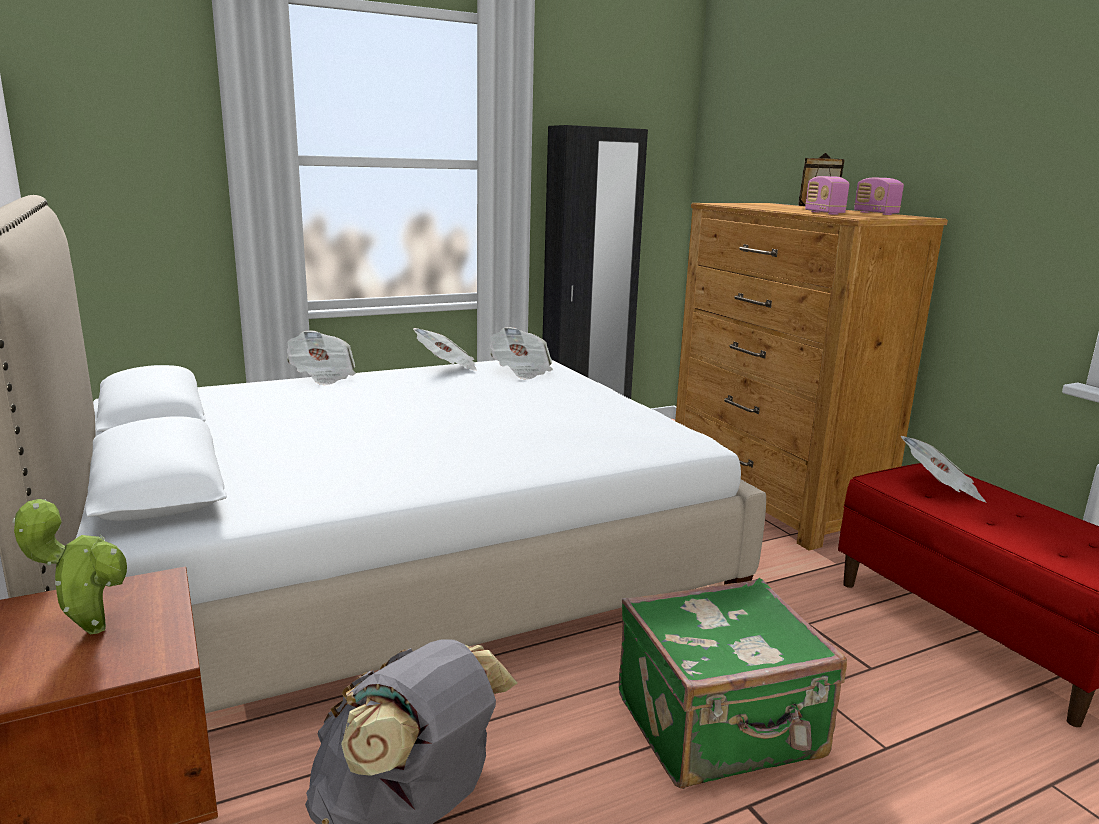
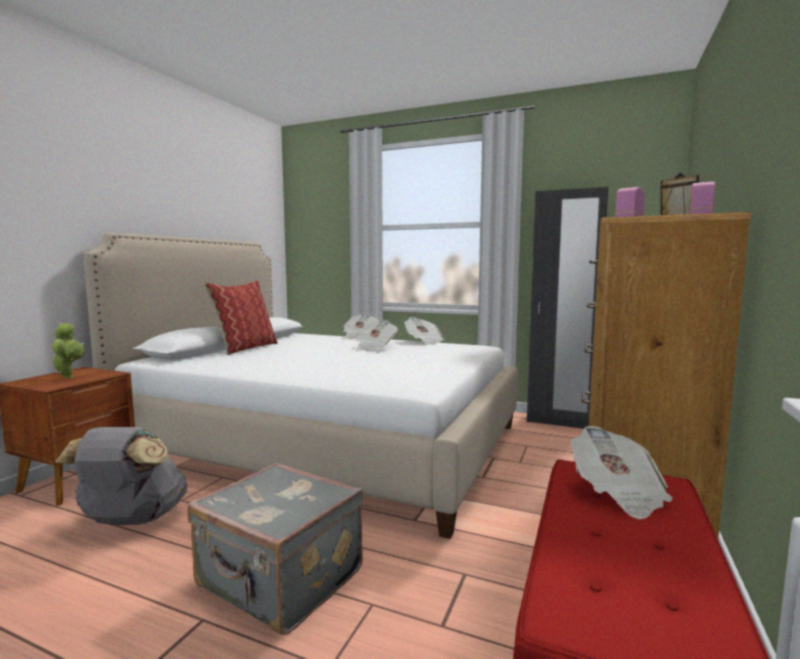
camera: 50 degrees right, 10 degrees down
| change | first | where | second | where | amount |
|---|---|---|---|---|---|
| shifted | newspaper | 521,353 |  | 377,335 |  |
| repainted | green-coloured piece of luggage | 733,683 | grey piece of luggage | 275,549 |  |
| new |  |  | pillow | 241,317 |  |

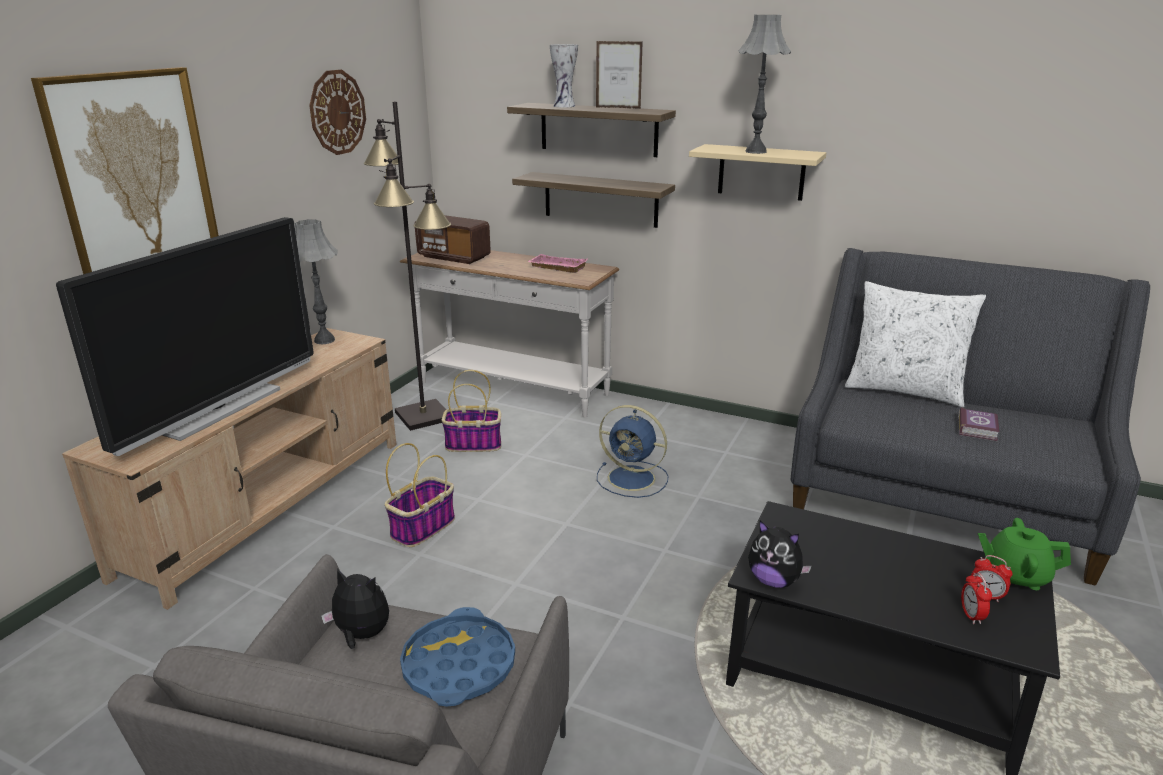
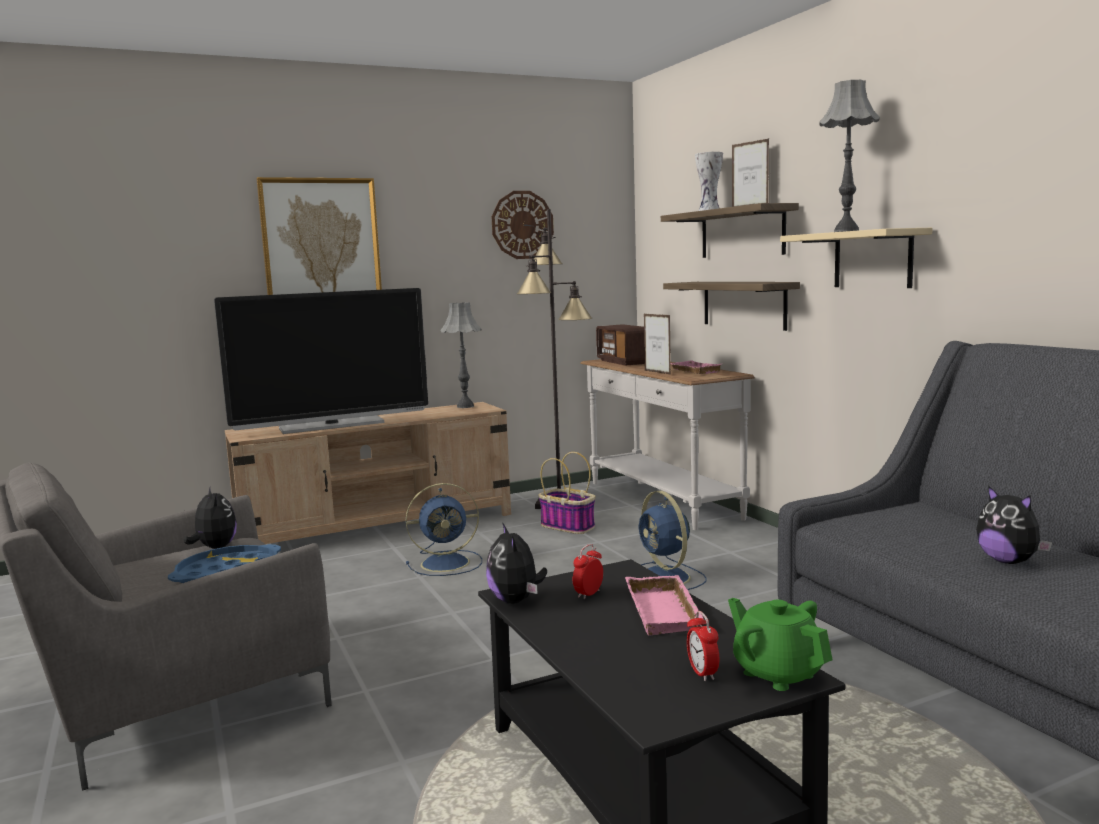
camera: 40 degrees right, 15 degrees down
| change | first | where | second | where | amount |
|---|---|---|---|---|---|
| gone | white pillow | 915,344 |  |  |  |
| swapped | bound book | 978,424 | cuddly toy | 1014,525 |  |
| swapped | storage basket | 420,495 | bluish cooling fan | 444,529 |  |
| shifted | table clock | 976,598 |  | 588,571 |  |
| new |  |  | standing frame | 657,344 |  |
| new |  |  | pink-coloured tray | 664,605 |  |

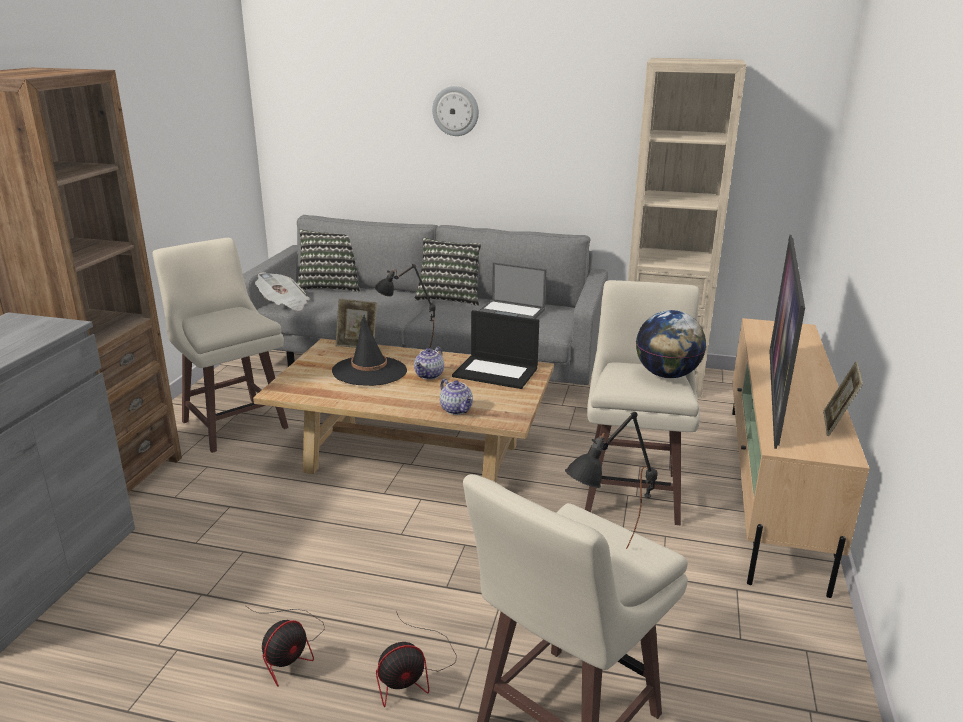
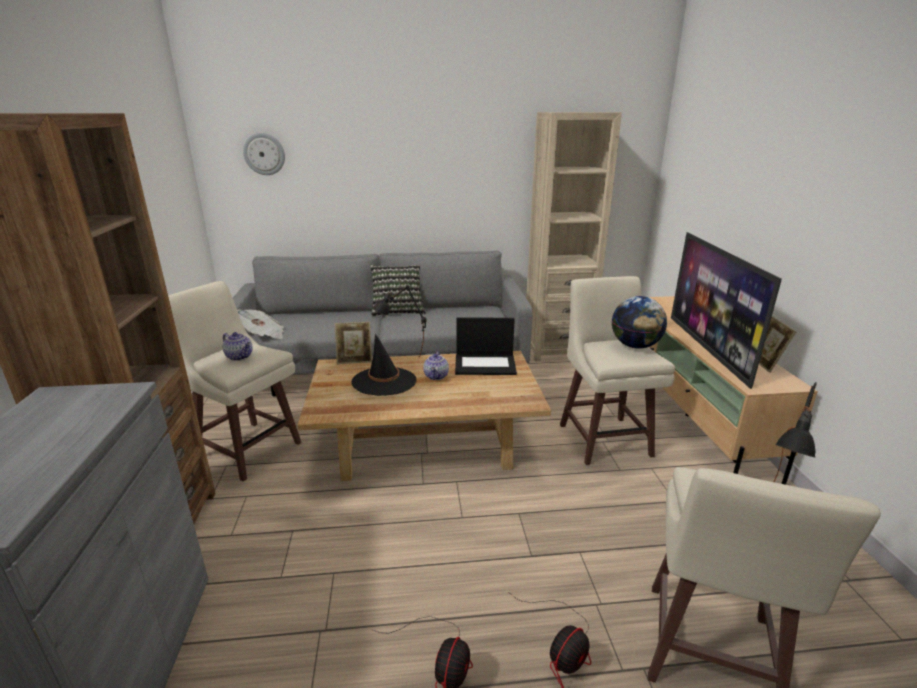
camera: 20 degrees left, 0 degrees up
| change | first | where | second | where | amount |
|---|---|---|---|---|---|
| shifted | clock on the wall | 455,111 |  | 264,154 |  |
| gone | pillow | 328,260 |  |  |  |
| gone | notebook computer | 513,290 |  |  |  |
| shifted | pot for tea | 456,397 |  | 238,346 |  |

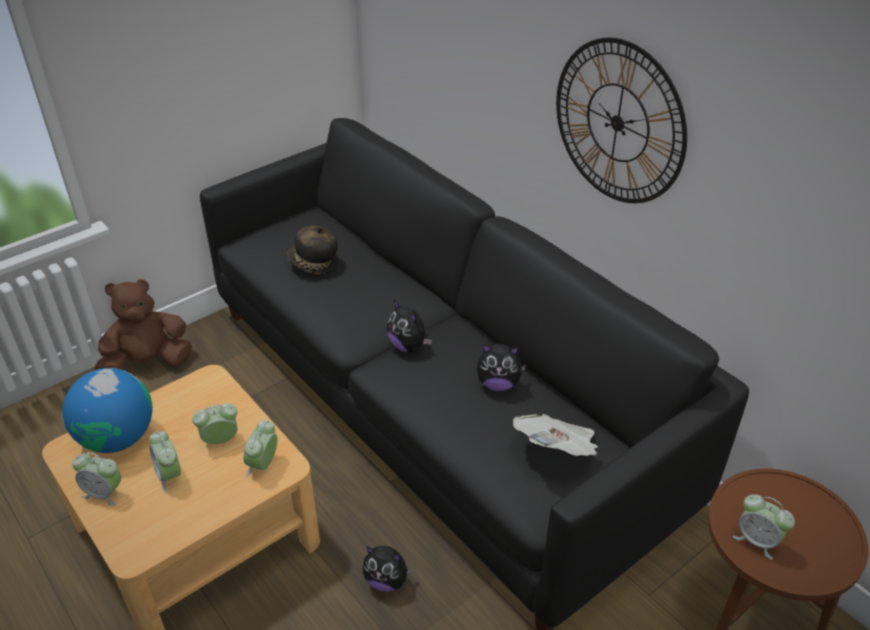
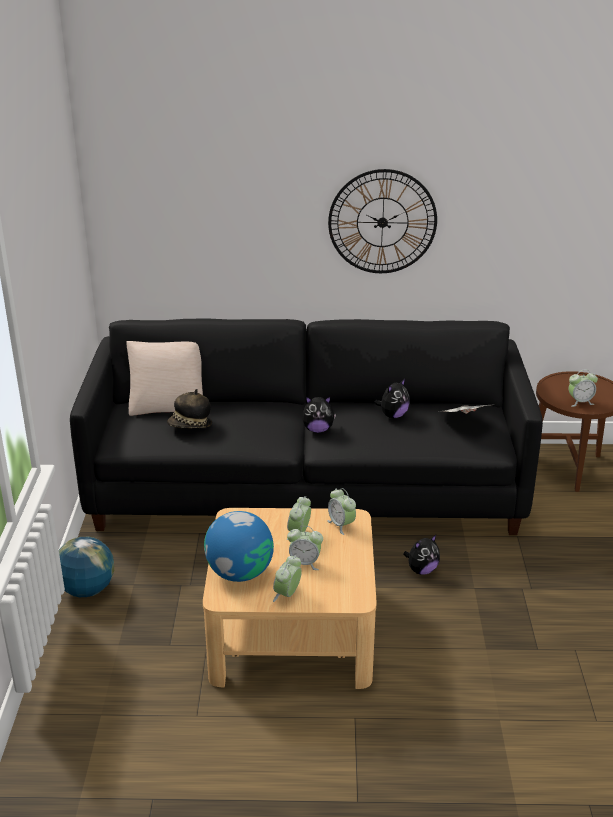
camera: 50 degrees left, 10 degrees down
| change | first | where | second | where | amount |
|---|---|---|---|---|---|
| swapped | brownish cuddly toy | 143,324 | desk globe | 86,567 |  |
| rotated | table clock | 96,479 |  | 287,579 | 150 degrees clockwise |
| new |  |  | beige-coloured pillow | 164,378 |  |

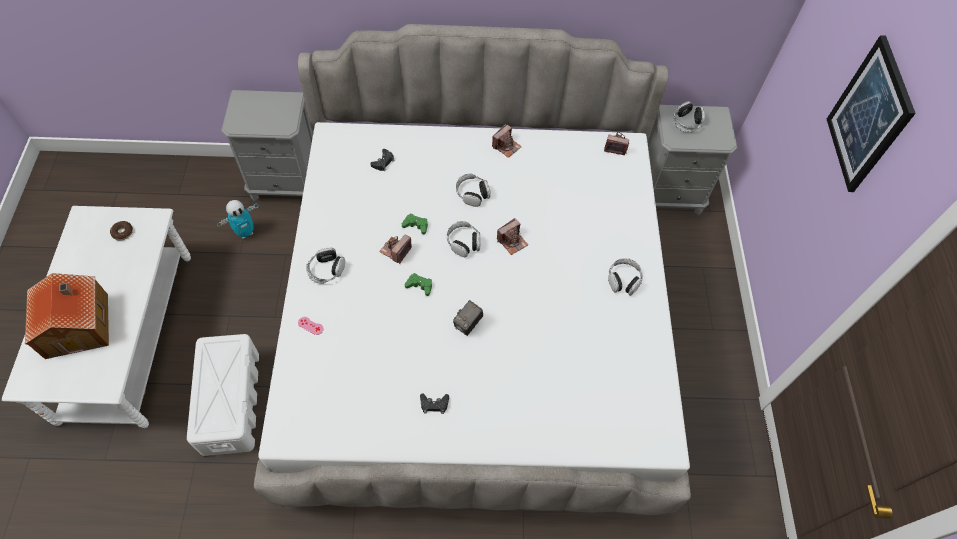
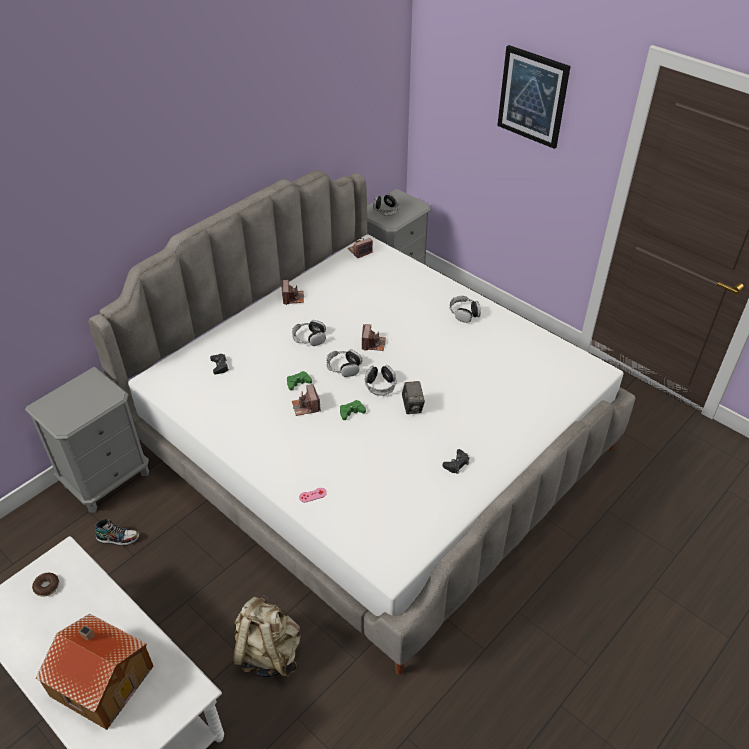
camera: 45 degrees left, 15 degrees down
| change | first | where | second | where | amount |
|---|---|---|---|---|---|
| swapped | robot figure | 238,219 | shoe | 117,532 |  |
| shifted | headphones | 325,265 |  | 381,380 |  |
| swapped | white storage bin | 223,395 | beige-coloured backpack | 266,637 |  |

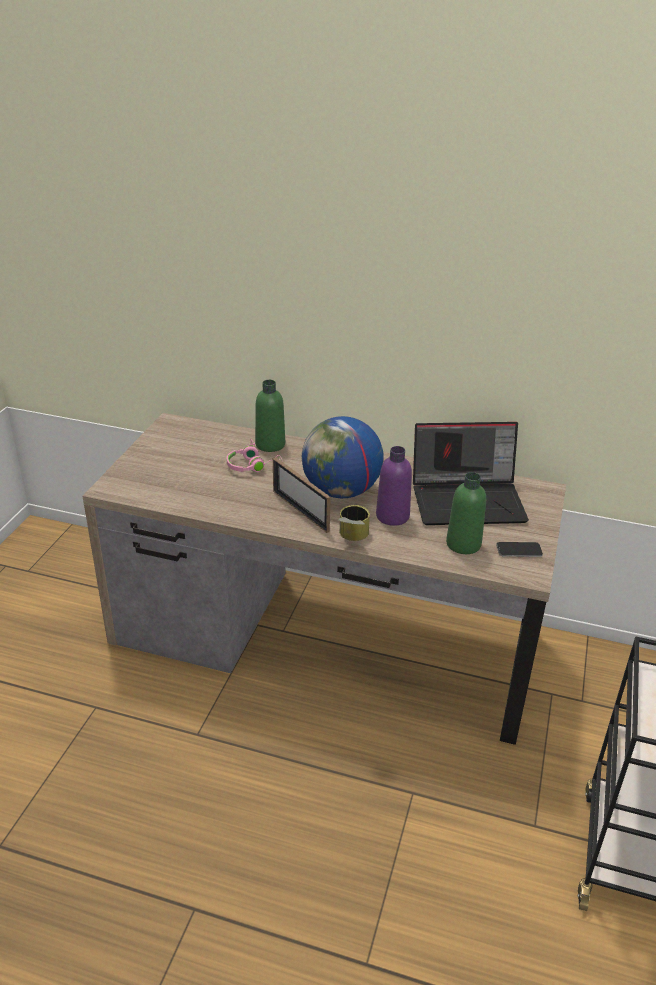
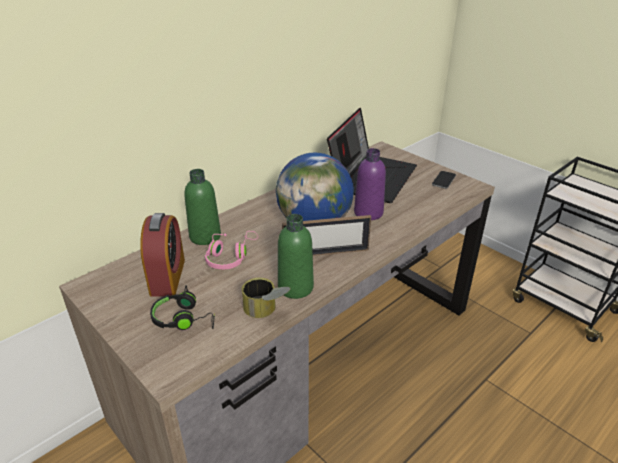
camera: 60 degrees left, 0 degrees up
| change | first | where | second | where | amount |
|---|---|---|---|---|---|
| shifted | green-coloured bottle | 466,513 |  | 296,256 |  |
| shifted | metal can | 354,523 |  | 266,298 |  |
| new |  |  | table clock | 162,255 |  |
| new |  |  | blackish headphones | 182,307 |  |

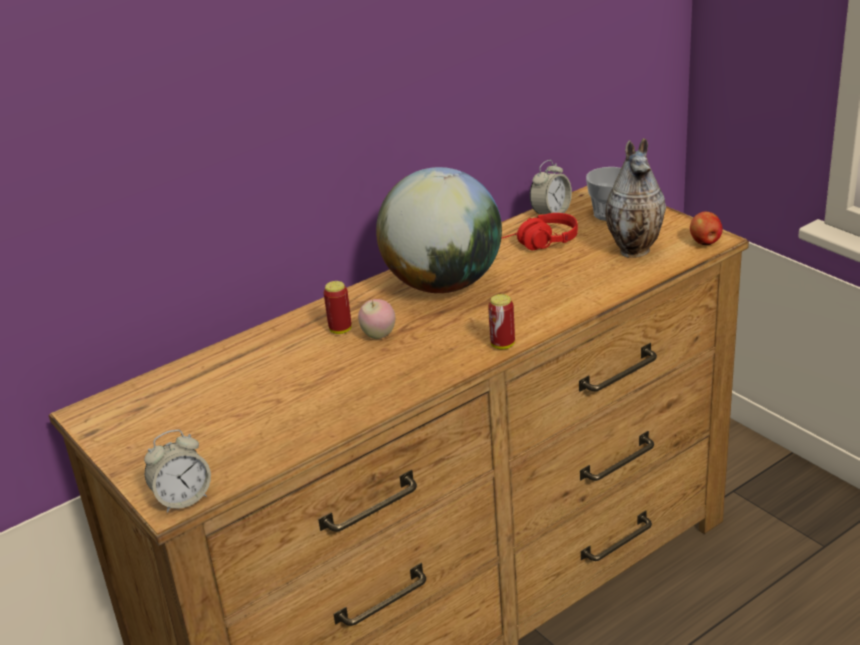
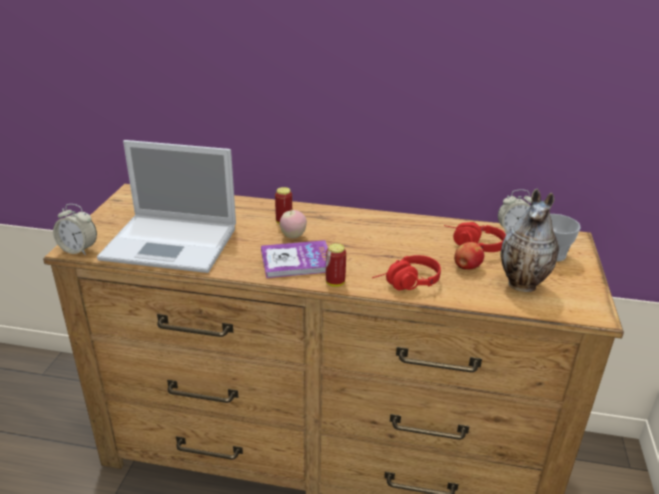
camera: 45 degrees right, 0 degrees up
| change | first | where | second | where | amount |
|---|---|---|---|---|---|
| gone | desk globe | 439,230 |  |  |  |
| shifted | whole apple | 706,228 |  | 469,256 |  |
| new |  |  | notebook computer | 166,206 |  |
| new |  |  | bound book | 294,259 |  |
| new |  |  | red-coloured headphones | 406,272 |  |

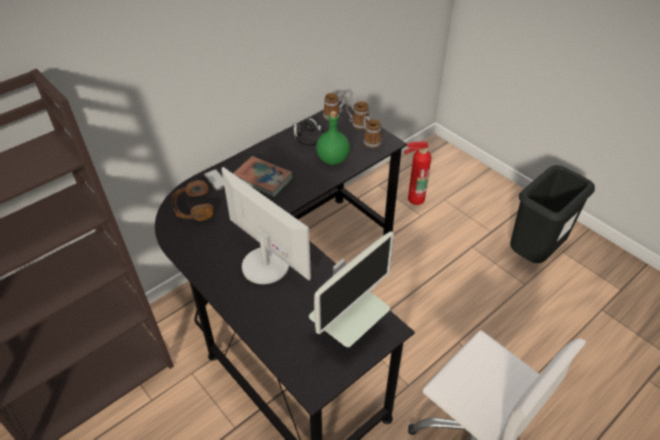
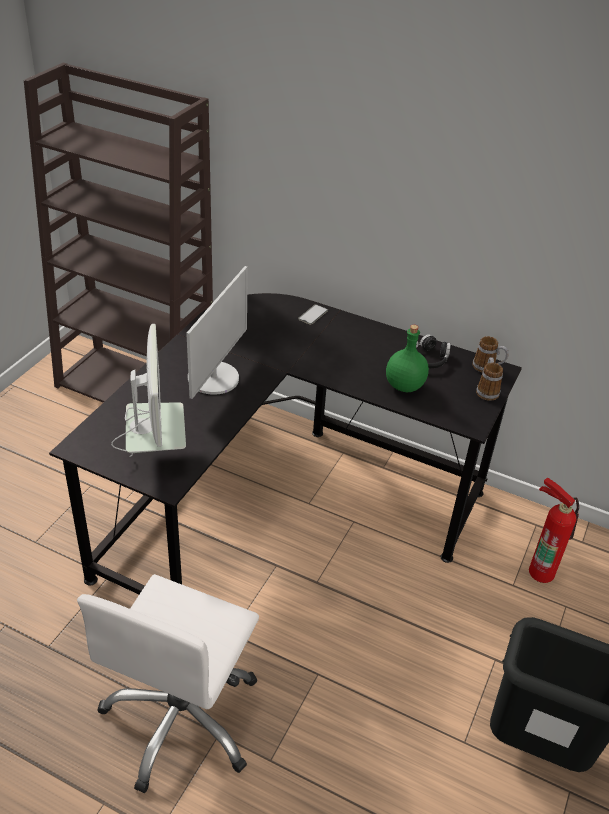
camera: 65 degrees right, 5 degrees down
| change | first | where | second | where | amount |
|---|---|---|---|---|---|
| gone | coffee mug | 372,132 |  |  |  |
| gone | bound book | 263,177 |  |  |  |
| gone | brownish headphones | 192,200 |  |  |  |
| rotated | computer screen | 351,289 |  | 148,390 | 120 degrees counterclockwise |

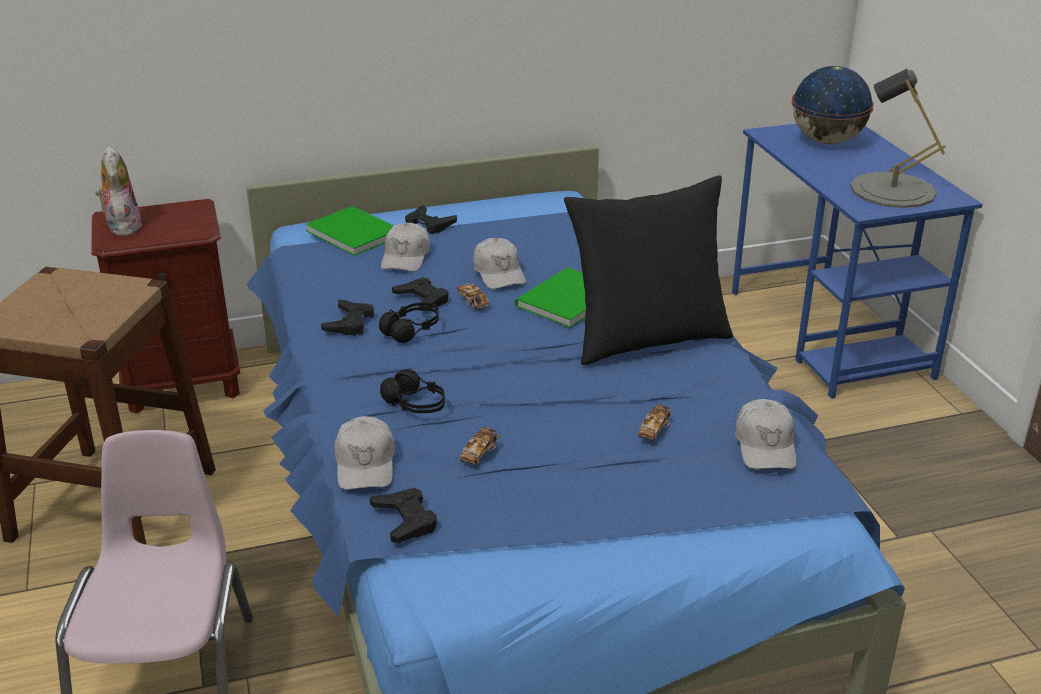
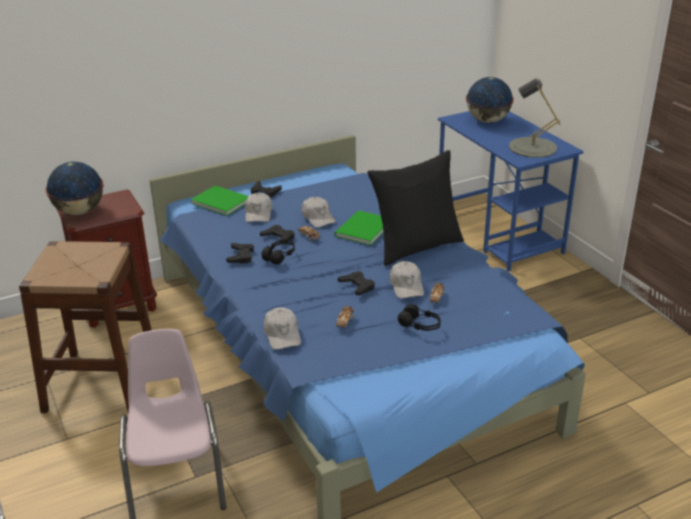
camera: 10 degrees left, 0 degrees up
| change | first | where | second | where | amount |
|---|---|---|---|---|---|
| swapped | cuddly toy | 119,191 | desk globe | 75,188 |  |
| shifted | blackish headphones | 412,391 |  | 419,317 |  |
| shifted | white cap | 766,434 |  | 407,280 |  |
| shifted | blackish joypad | 403,515 |  | 356,283 |  |

